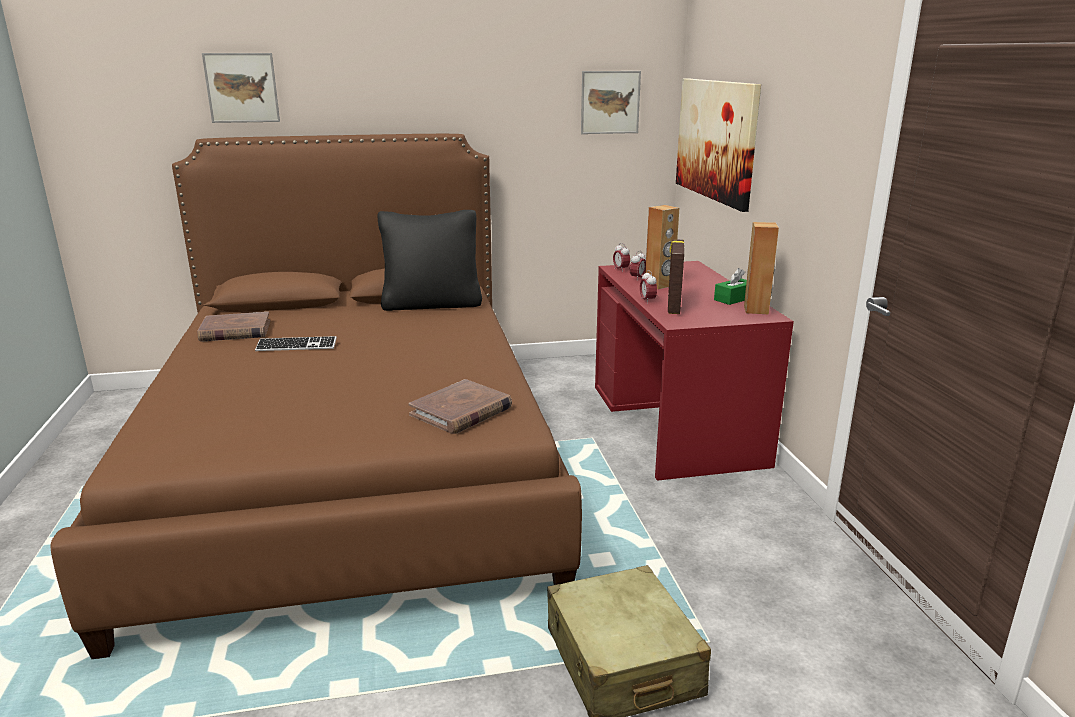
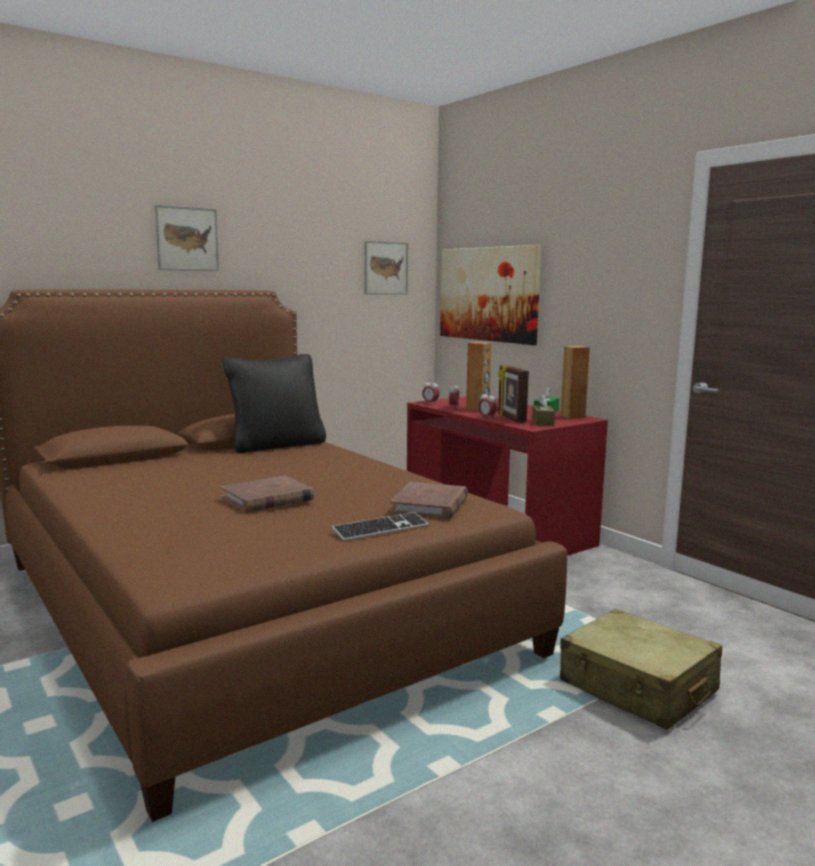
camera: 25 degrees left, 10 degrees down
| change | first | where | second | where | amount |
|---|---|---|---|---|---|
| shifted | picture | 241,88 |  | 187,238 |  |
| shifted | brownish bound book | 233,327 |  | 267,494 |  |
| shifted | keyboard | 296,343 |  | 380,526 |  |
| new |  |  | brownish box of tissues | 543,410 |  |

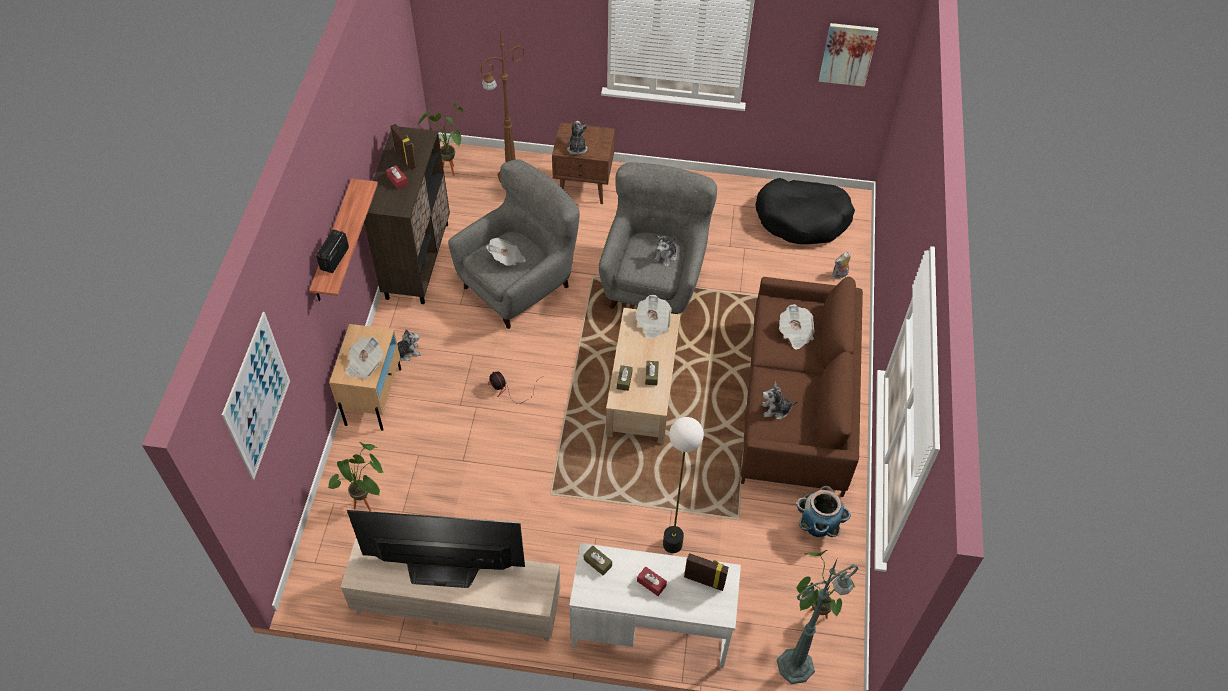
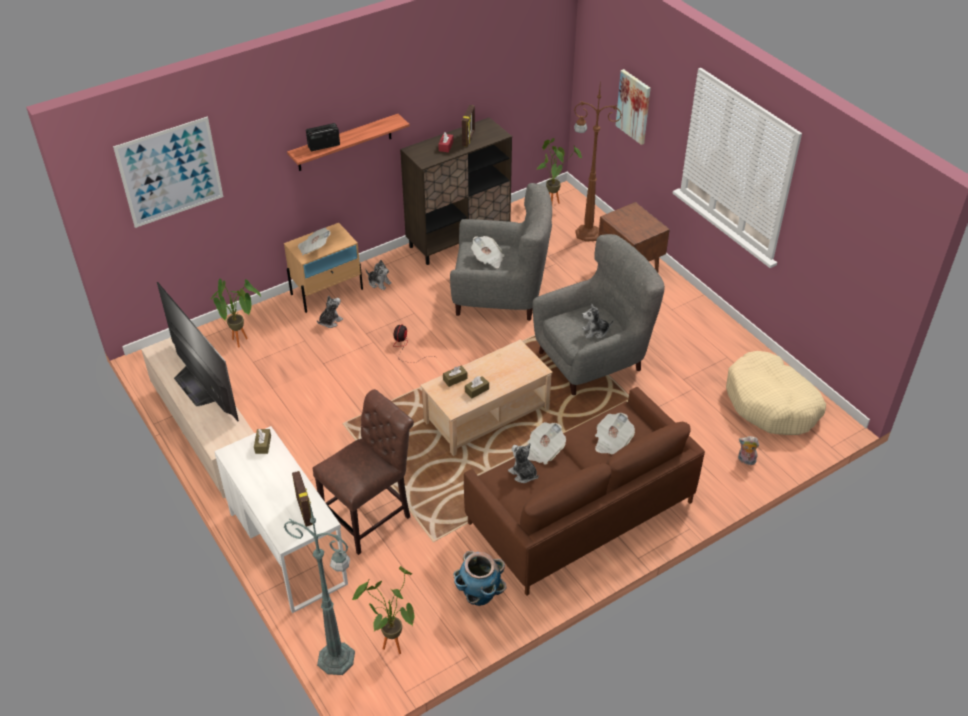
camera: 50 degrees right, 10 degrees down
| change | first | where | second | where | amount |
|---|---|---|---|---|---|
| shifted | picture | 848,54 |  | 633,107 |  |
| shifted | cuddly toy | 577,138 |  | 330,311 |  |
| repainted | blackish pet bed | 805,211 | beige-coloured pet bed | 776,393 |  |
| shifted | newspaper | 653,317 |  | 546,443 |  |
| swapped | floor lamp | 683,485 | brownish plain chair | 363,472 |  |
| gone | red-coloured box of tissues | 652,581 |  |  |  |

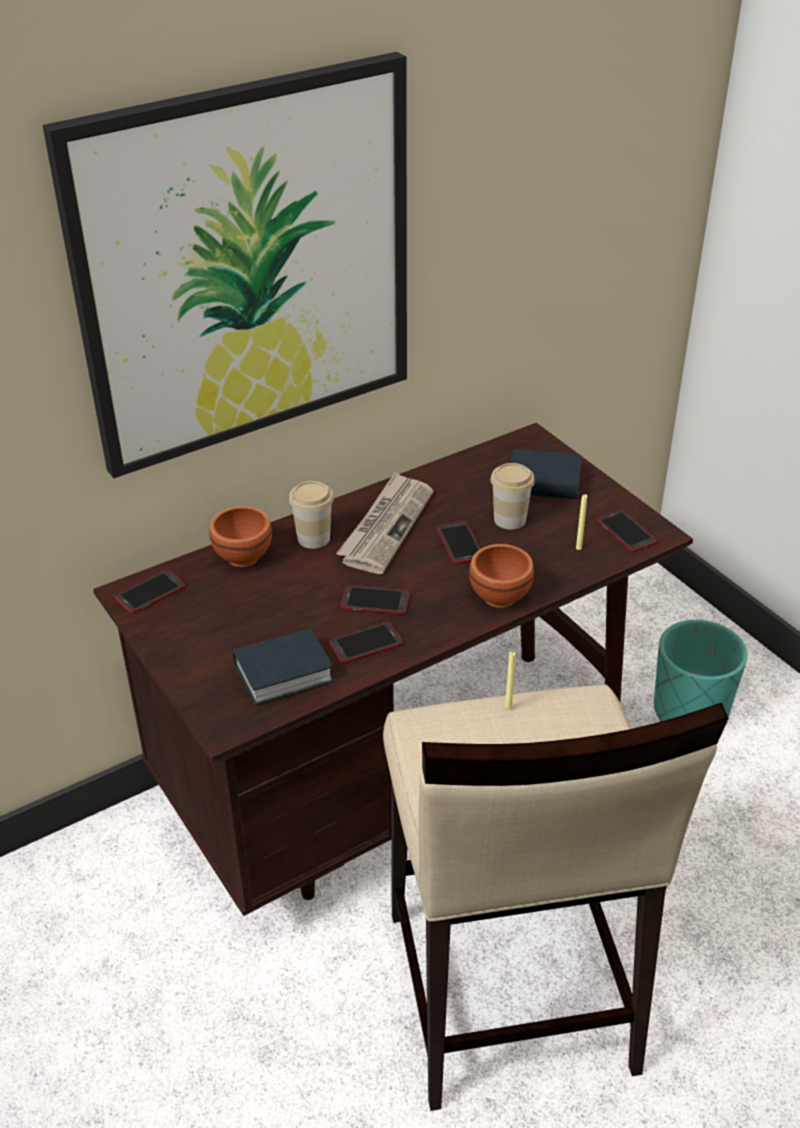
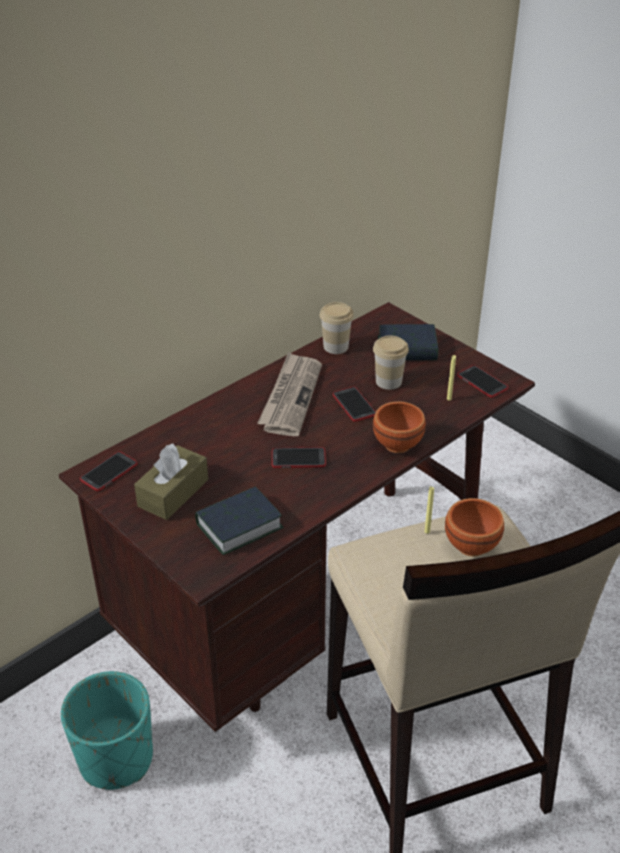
camera: 10 degrees left, 0 degrees up
| change | first | where | second | where | amount |
|---|---|---|---|---|---|
| gone | picture | 225,265 |  |  |  |
| shifted | drinking cup | 311,515 |  | 337,328 |  |
| shifted | brownish bowl | 240,536 |  | 474,527 |  |
| shifted | turquoise-coloured planter | 701,670 |  | 107,730 |  |
| gone | handset | 366,643 |  |  |  |
| new |  |  | brownish box of tissues | 171,482 |  |

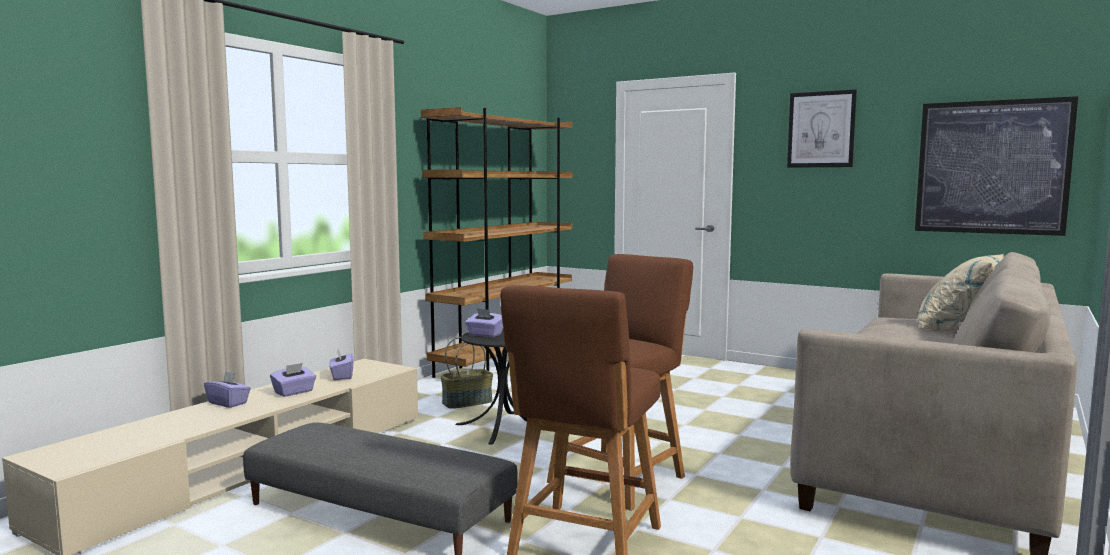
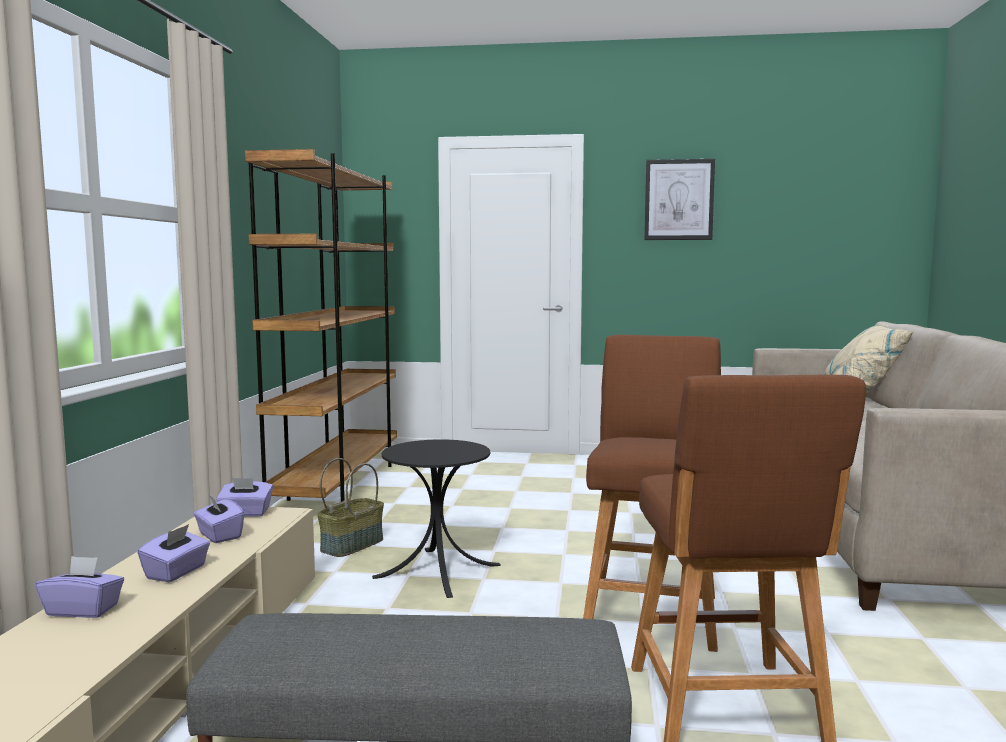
camera: 25 degrees left, 0 degrees up
| change | first | where | second | where | amount |
|---|---|---|---|---|---|
| gone | picture | 996,166 |  |  |  |
| shifted | purplish box of tissues | 484,322 |  | 244,497 |  |

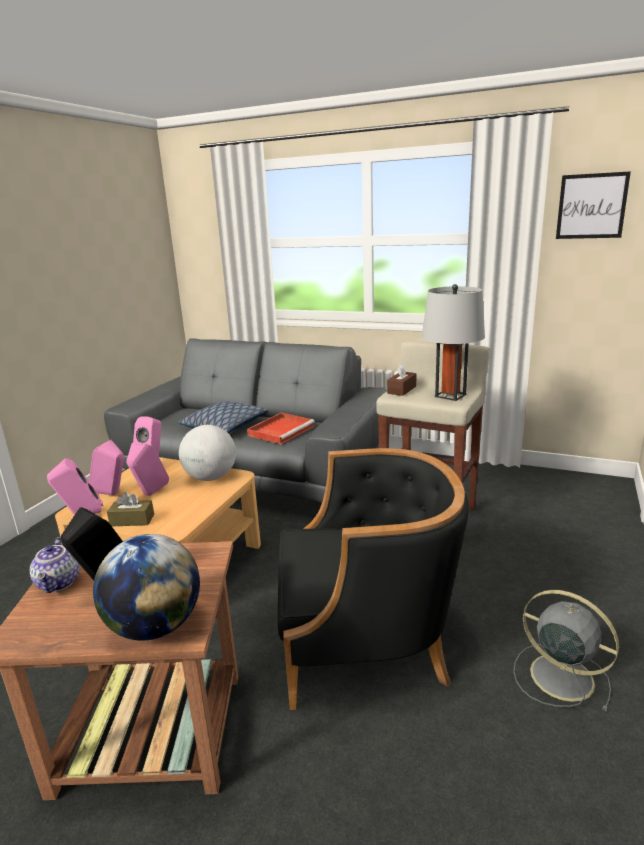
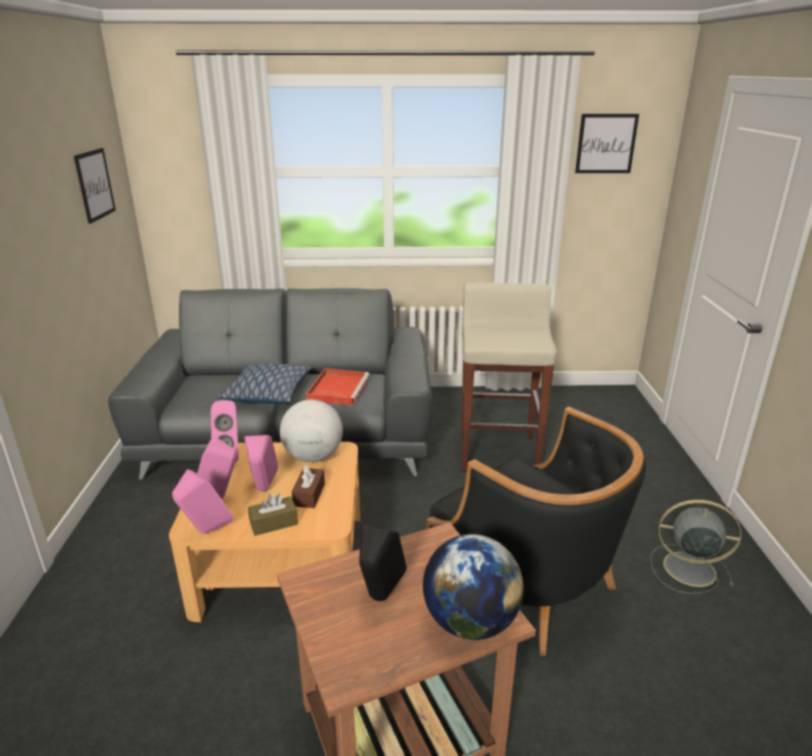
camera: 25 degrees left, 5 degrees up
| change | first | where | second | where | amount |
|---|---|---|---|---|---|
| gone | grey table lamp | 453,342 |  |  |  |
| shifted | brownish box of tissues | 401,379 |  | 308,486 |  |
| rotated | blackish easy chair | 373,579 |  | 536,531 | 75 degrees clockwise |
| gone | pot for tea | 54,565 |  |  |  |
| new |  |  | picture | 95,186 |  |

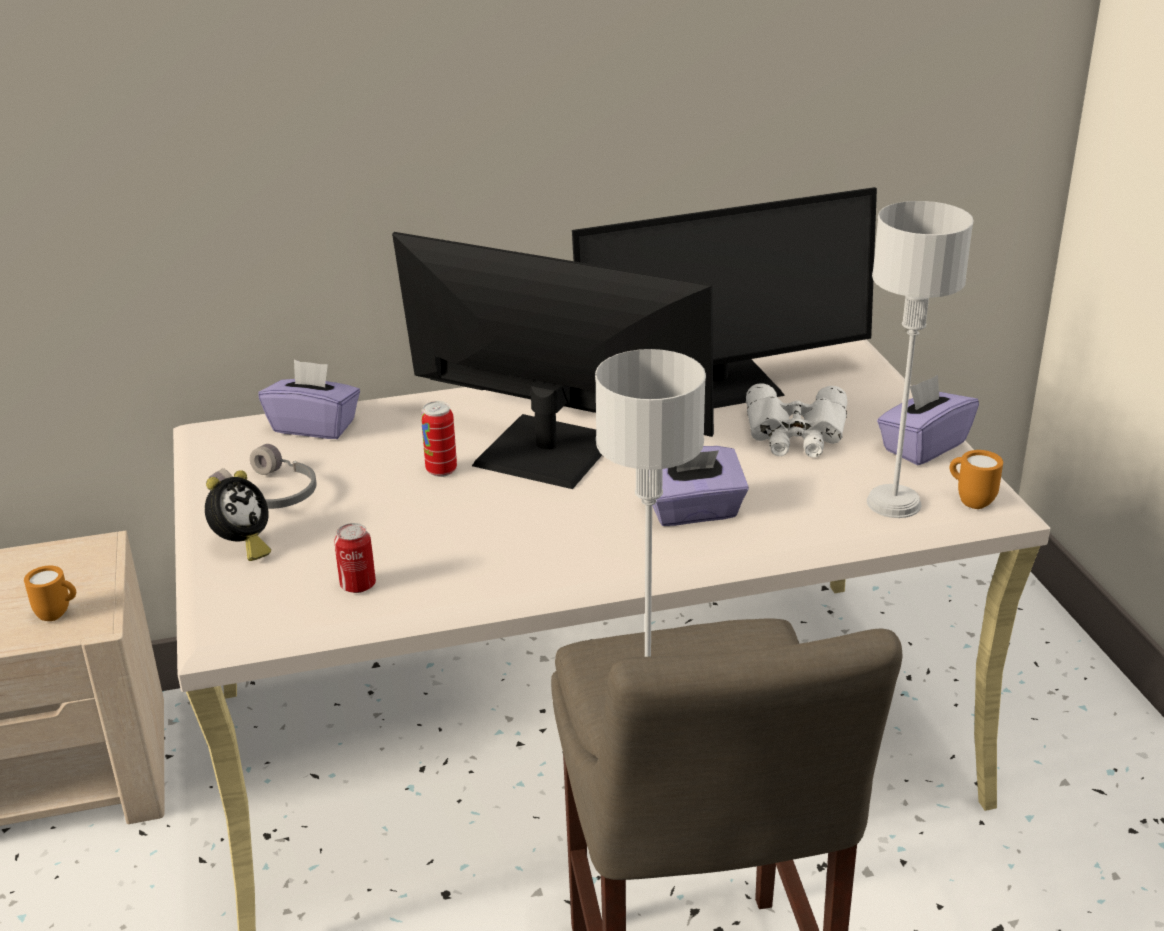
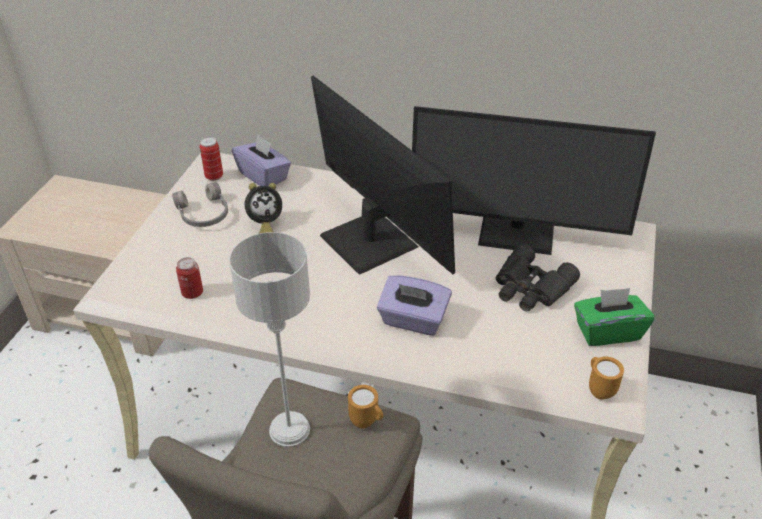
camera: 30 degrees right, 10 degrees up
| change | first | where | second | where | amount |
|---|---|---|---|---|---|
| gone | grey table lamp | 920,359 |  |  |  |
| repainted | purplish box of tissues | 928,420 | green-coloured box of tissues | 614,317 |  |
| repainted | white pair of binoculars | 796,420 | blackish pair of binoculars | 538,277 |  |
| shifted | metal can | 439,439 |  | 211,159 |  |
| shifted | table clock | 238,515 |  | 263,208 |  |
| shifted | orange-coloured coffee mug | 50,593 |  | 365,407 |  |

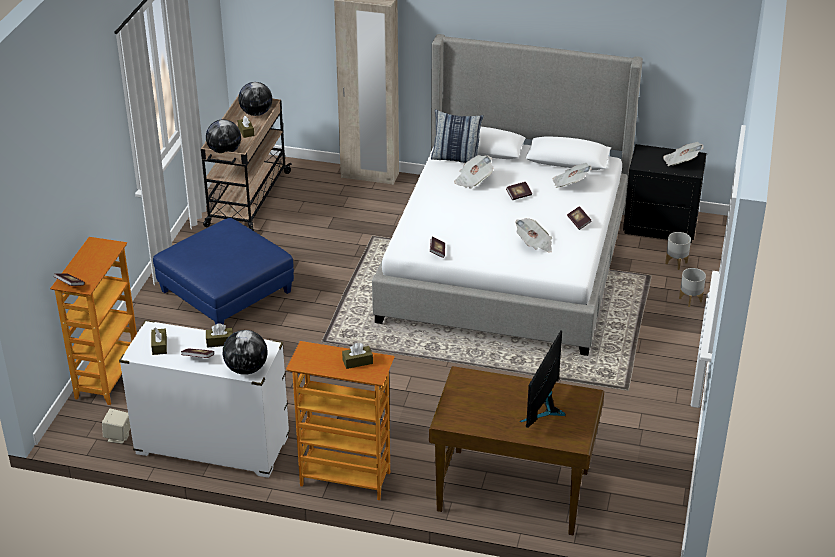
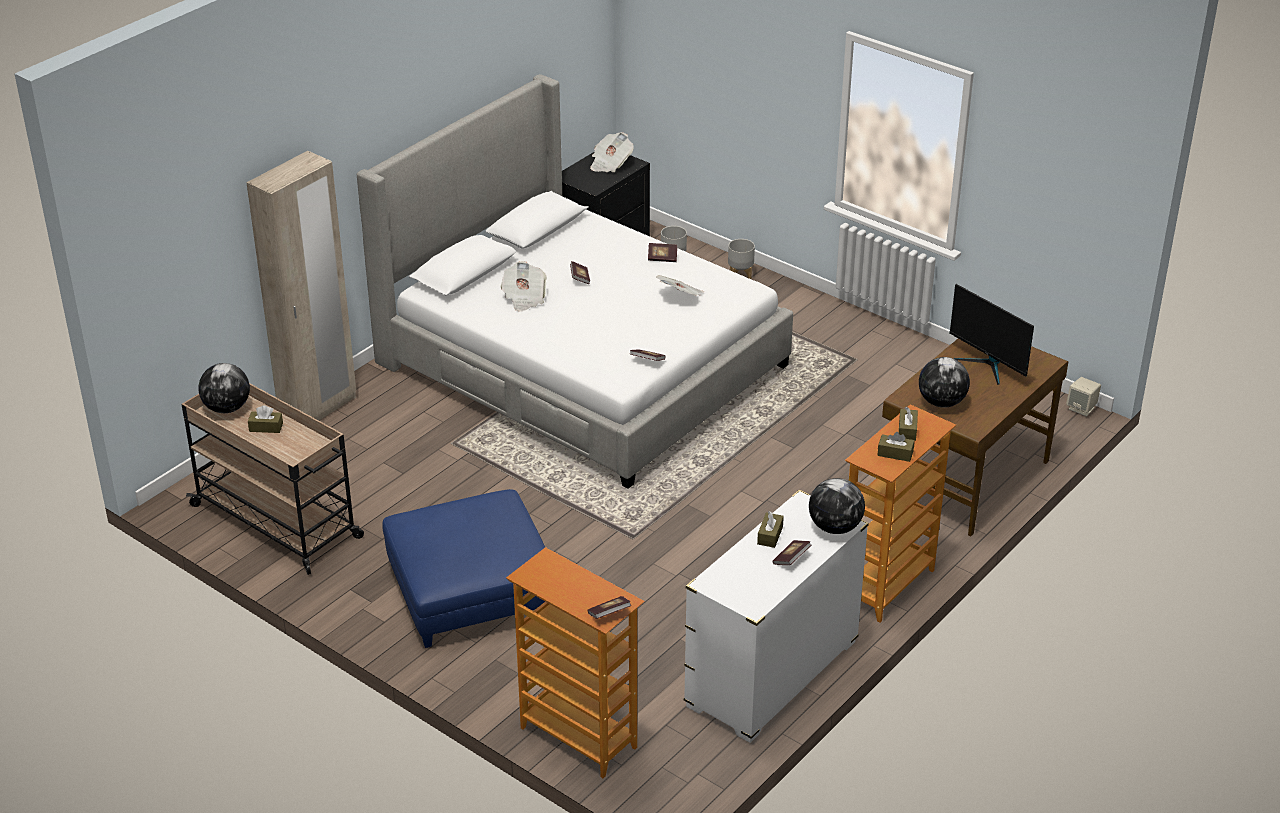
camera: 65 degrees left, 0 degrees up
| change | first | where | second | where | amount |
|---|---|---|---|---|---|
| gone | pillow | 457,136 |  |  |  |
| shifted | desk globe | 223,136 |  | 944,382 |  |
| gone | newspaper | 572,175 |  |  |  |
| shifted | brownish box of tissues | 159,341 |  | 896,447 |  |
| shifted | beige-coloured speaker | 116,426 |  | 1083,396 |  |

